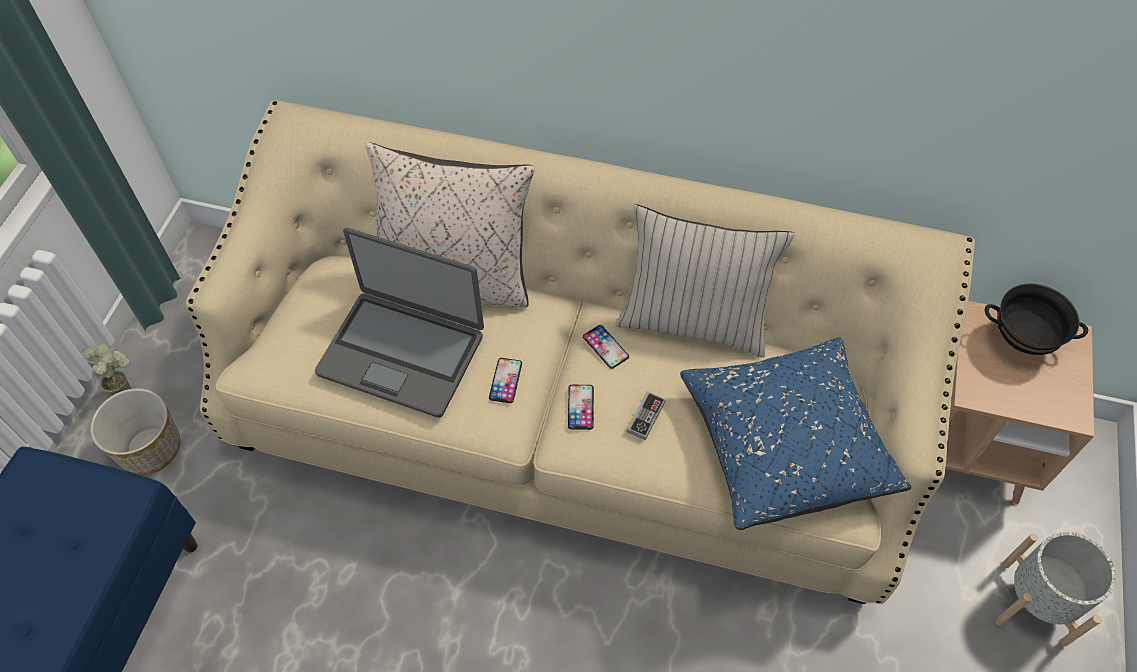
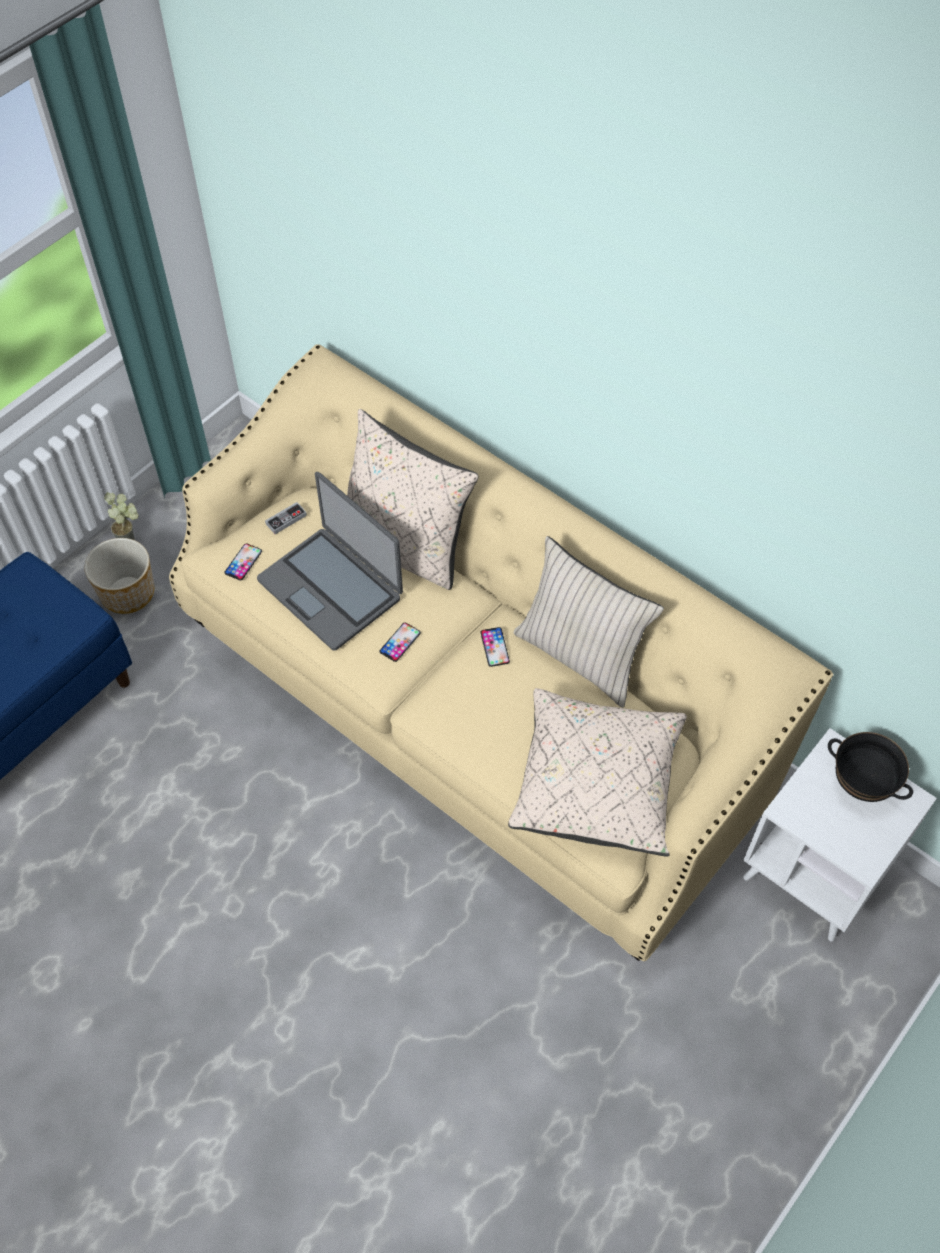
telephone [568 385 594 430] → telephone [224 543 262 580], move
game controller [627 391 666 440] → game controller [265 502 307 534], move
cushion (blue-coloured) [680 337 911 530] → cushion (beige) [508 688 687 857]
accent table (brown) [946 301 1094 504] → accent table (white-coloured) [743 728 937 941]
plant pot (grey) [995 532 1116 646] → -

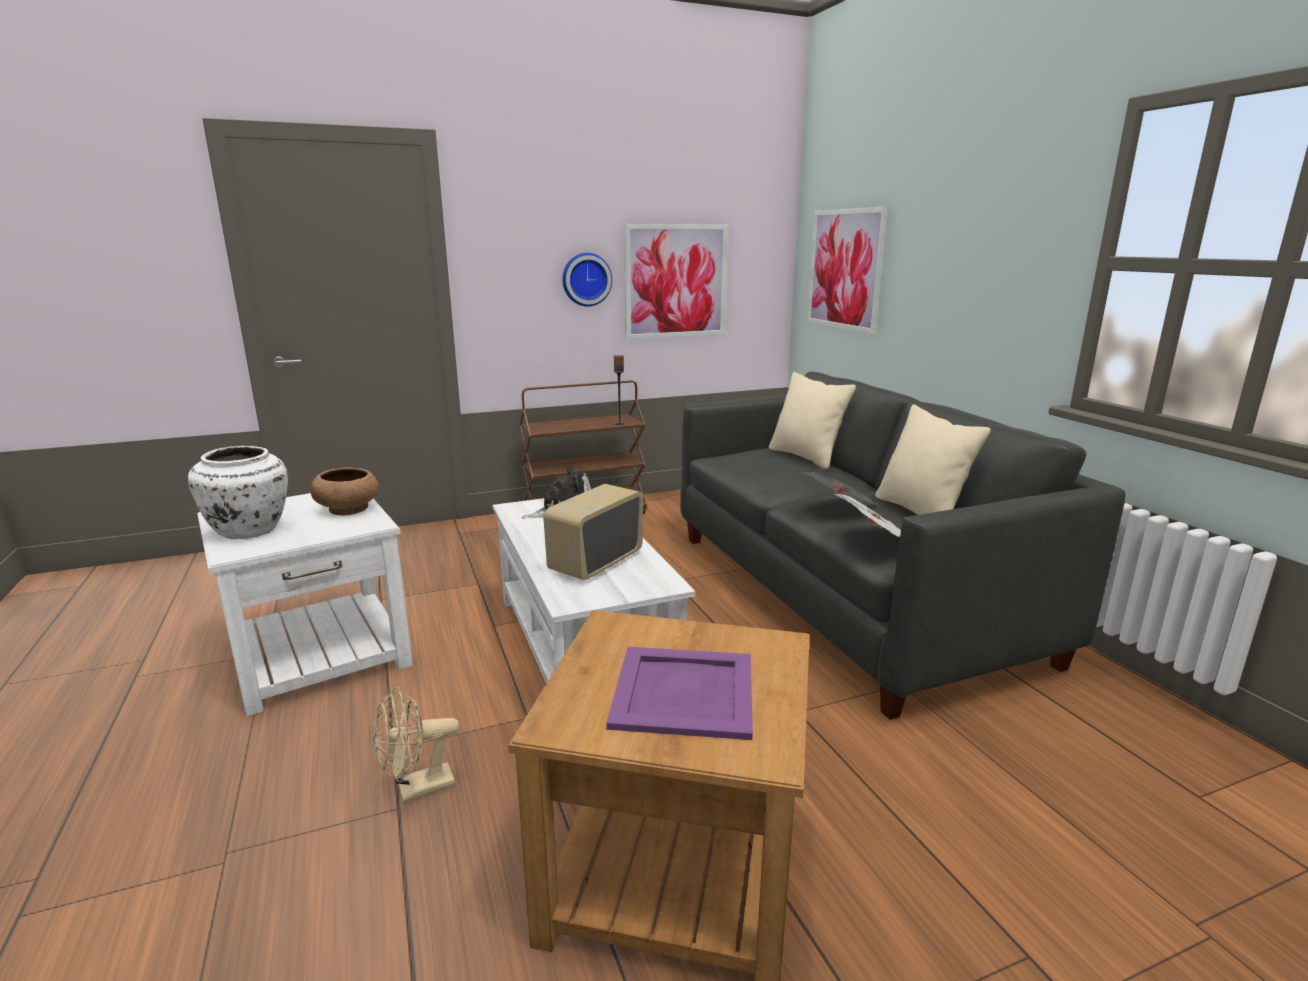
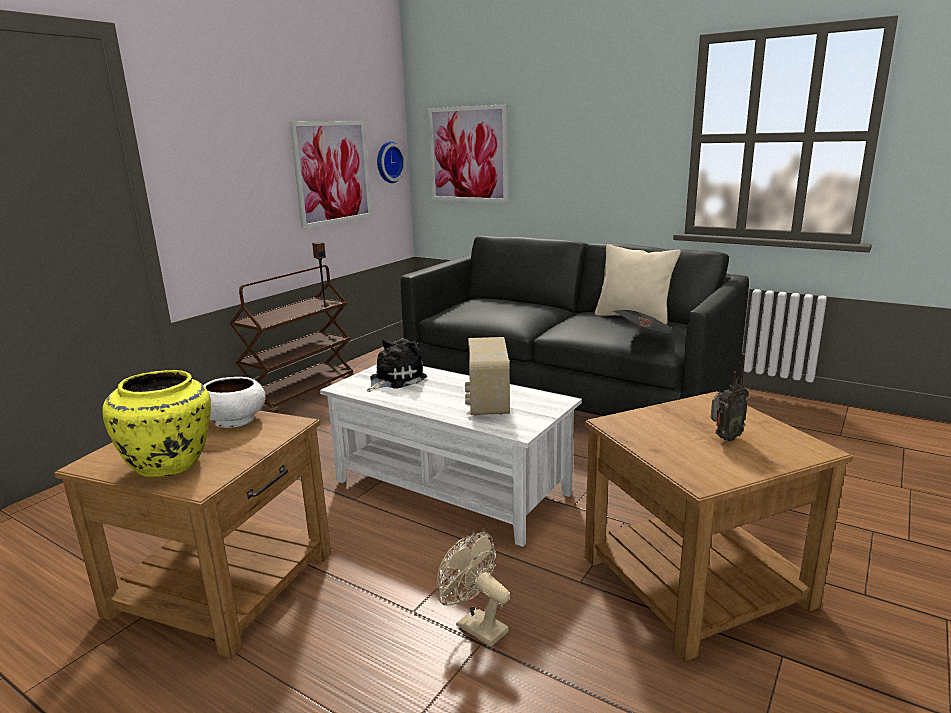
accent table (white-coloured) [197 493 413 717] → accent table (brown) [54 411 331 659]
flower vase (white-coloured) [188 446 288 539] → flower vase (yellowish) [102 370 211 477]
deep dish (brown) [310 467 379 515] → deep dish (white-coloured) [203 377 266 428]
wall clock [562 253 612 307] → wall clock [377 141 406 183], move
cooling fan (beige) [373 687 459 803] → cooling fan (beige) [437 532 510 647], 105 degrees clockwise
tray (purple) [606 647 753 740] → radio set [711 353 749 441]
cushion (beige) [769 372 856 469] → -
newspaper [801 472 875 504] → -

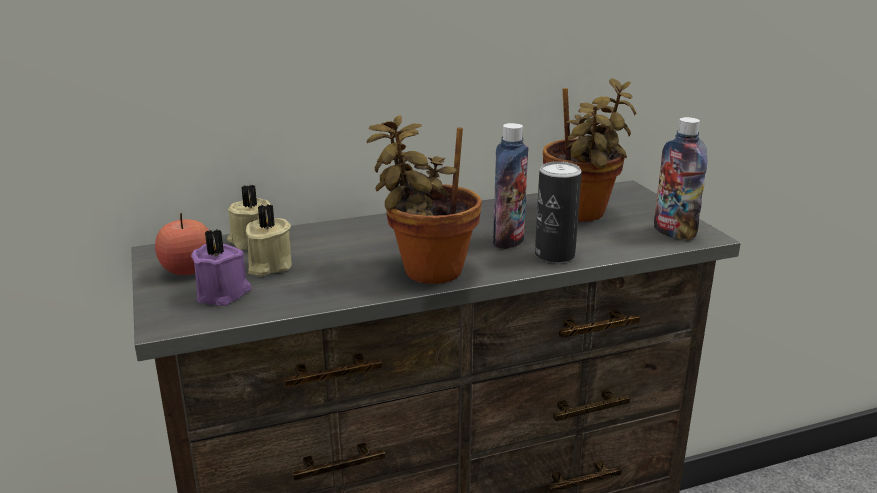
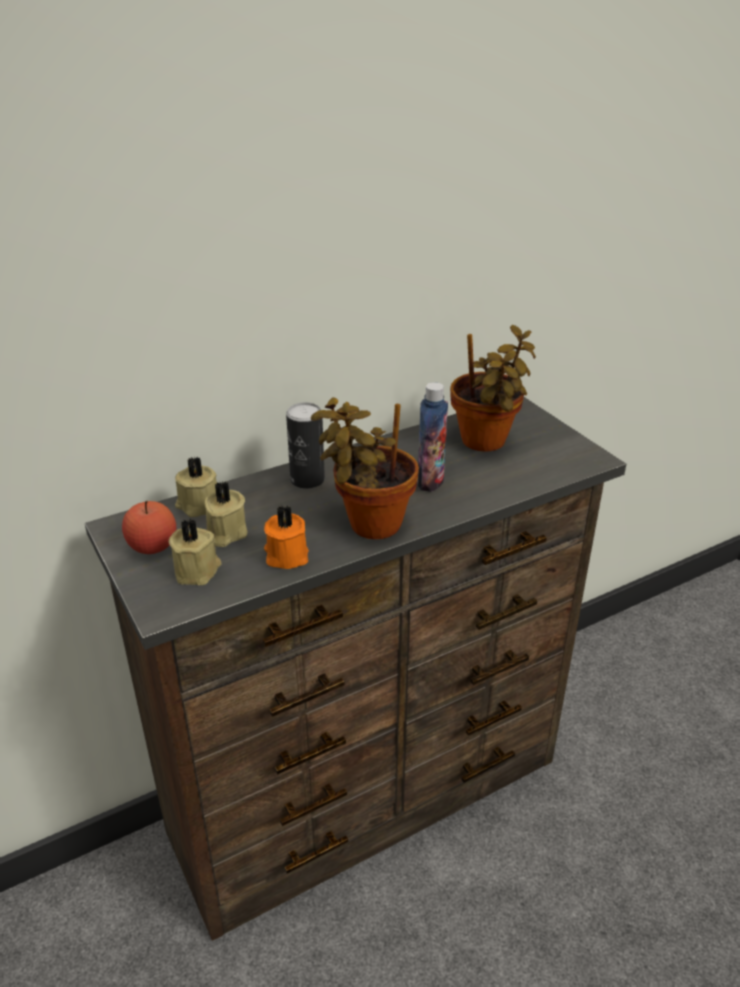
candle (purple) [191 229 251 306] → candle (beige) [169 518 222 585]
- → candle (orangey) [264 505 309 569]
metal can [535 161 582 263] → metal can [286 402 325 489], move
drink bottle [654 117 708 240] → -

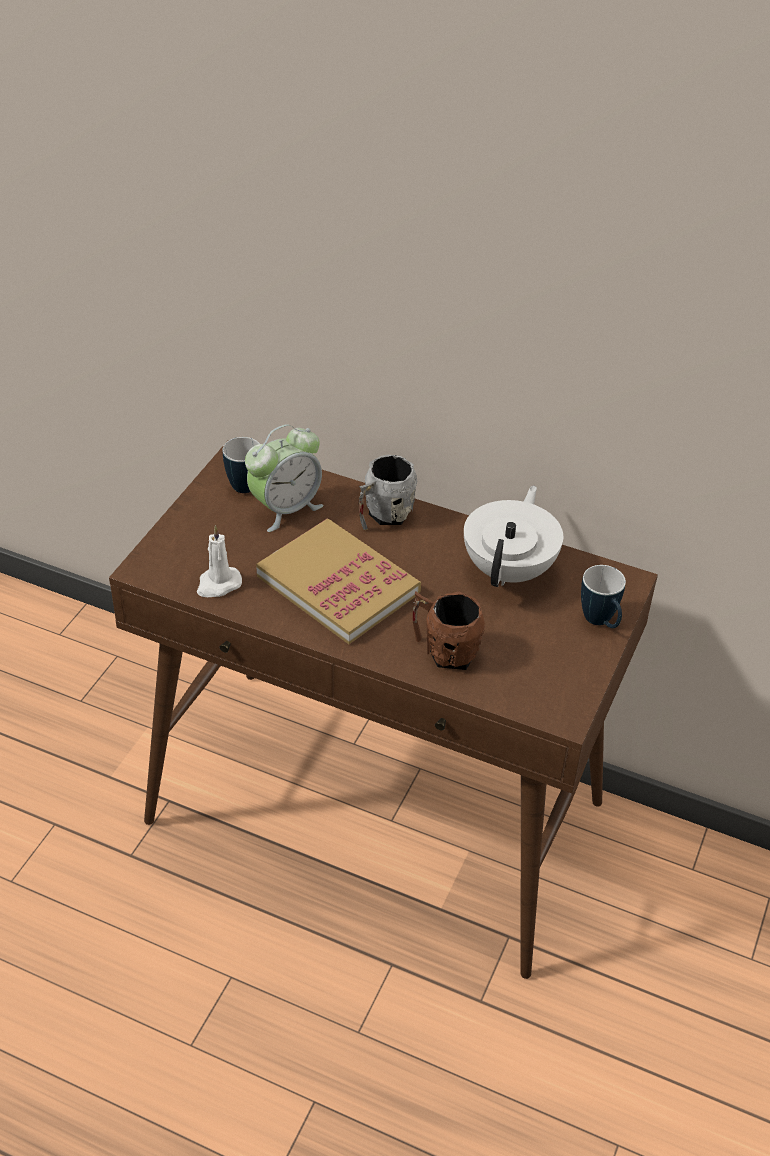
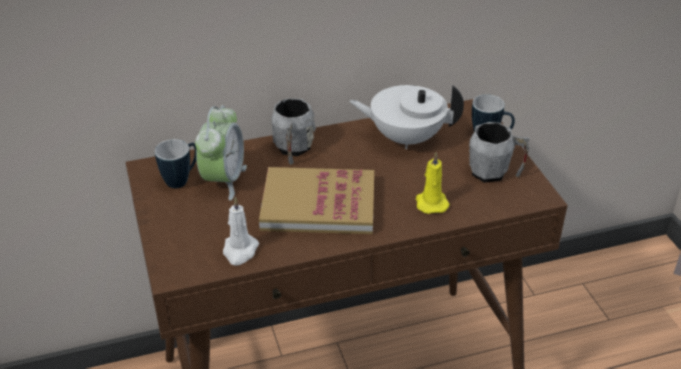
pot for tea (white-coloured) [464 486 563 587] → pot for tea (white-coloured) [349 85 464 149], 60 degrees counterclockwise
mug (brown) [413 591 485 670] → candle (yellowish) [416 152 450 214]
- → mug (grey) [469 122 530 183]

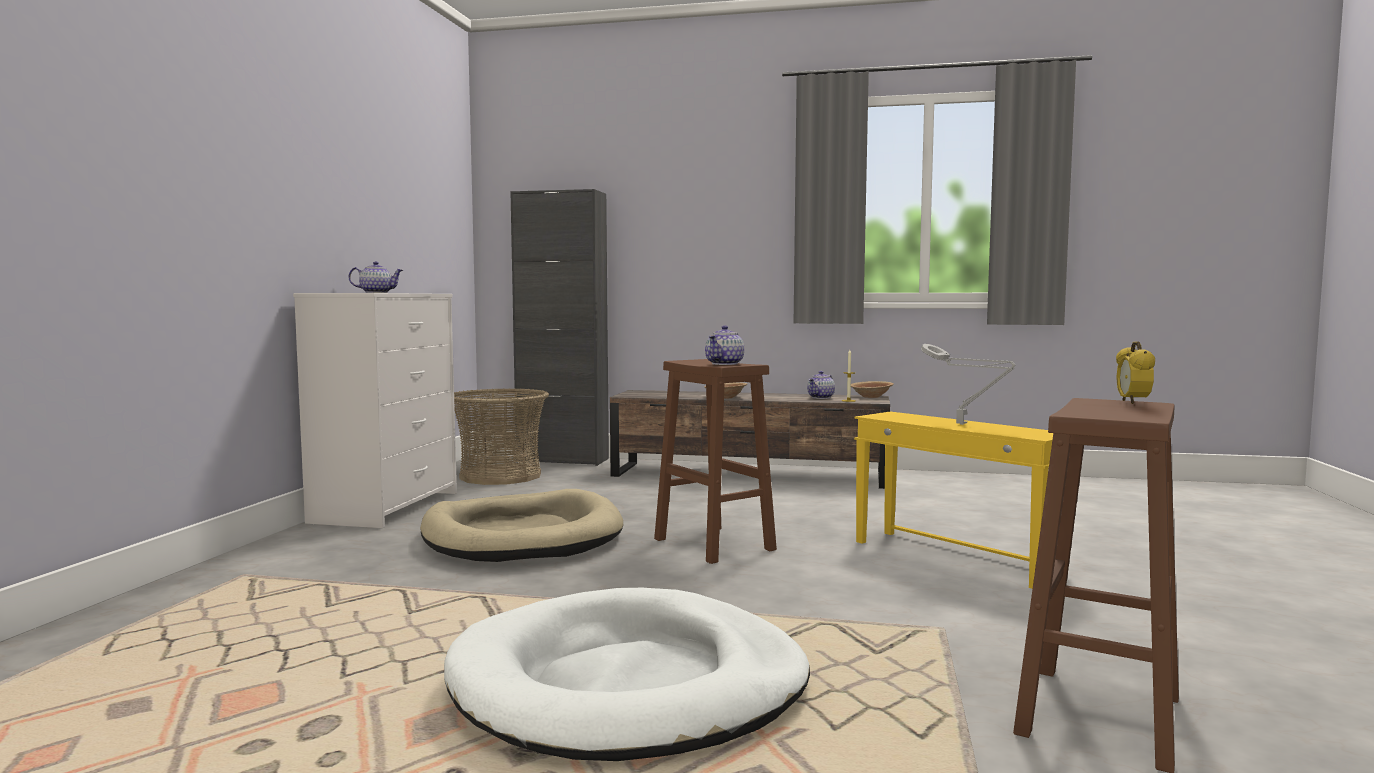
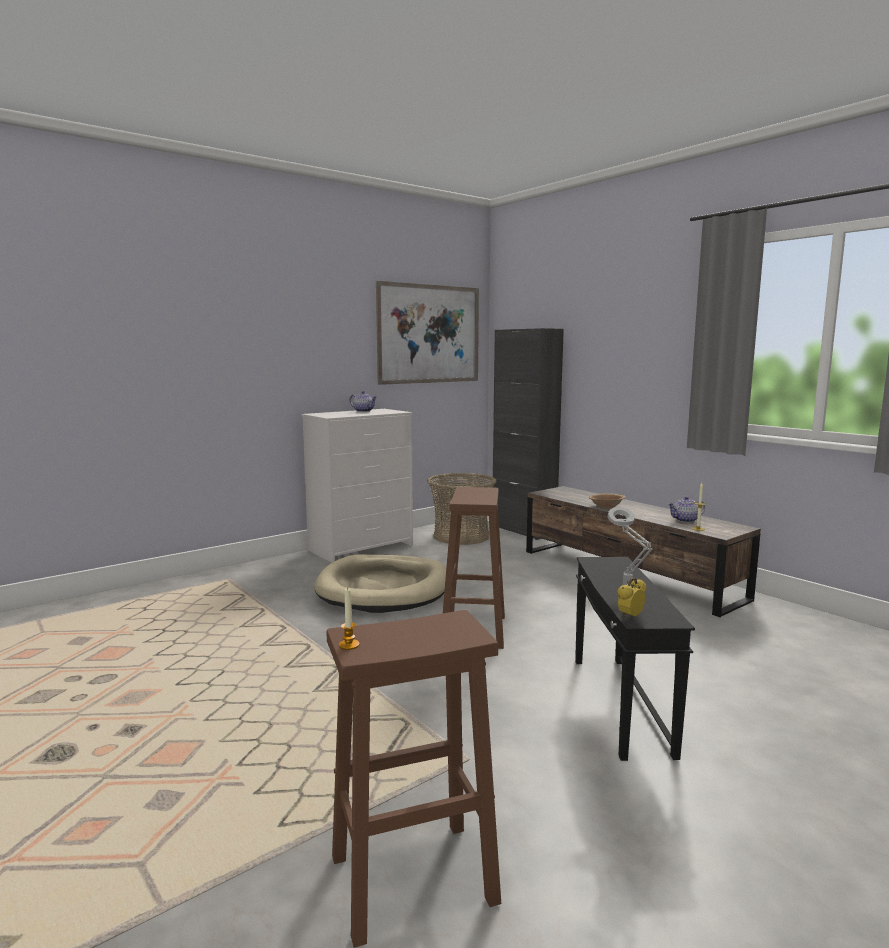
- → candle [339 587 359 650]
- → picture [376 281 479 385]
accent table (yellowish) [854 412 1053 589] → accent table (black-coloured) [575 557 695 761]
table clock [1116 342 1155 404] → table clock [617 578 646 618], move
dog bed (white-coloured) [444 588 810 761] → -
pot for tea [705 325 744 365] → -
deep dish (brown) [851 381 894 398] → -

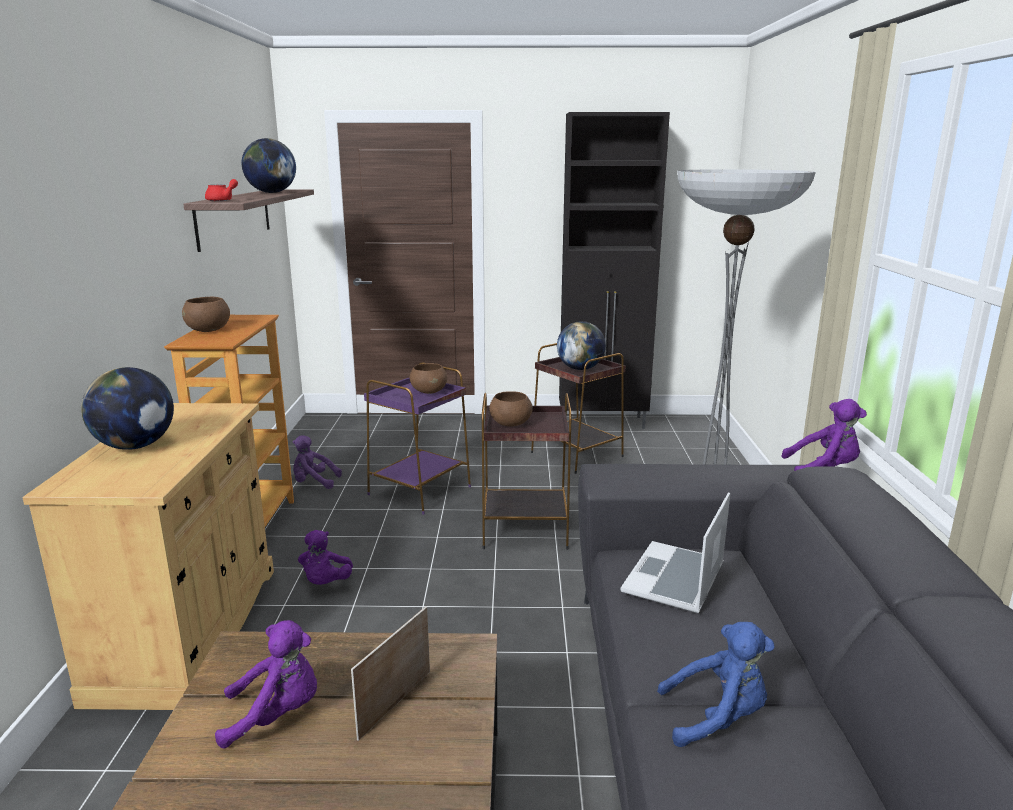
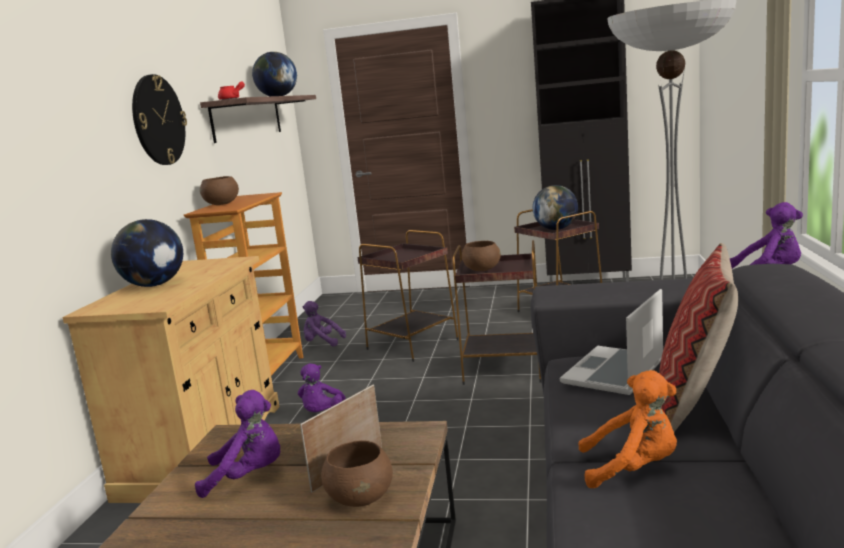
- → wall clock [132 74 187 165]
deep dish (brown) [410 363 447 394] → deep dish (brown) [321 440 393 507], move
accent table (purple) [364 362 471 515] → accent table (brown) [357 230 459 362]
plush toy (blue-coloured) [657 622 774 747] → plush toy (orangey) [578 370 677 488]
- → cushion [659 243 738 432]

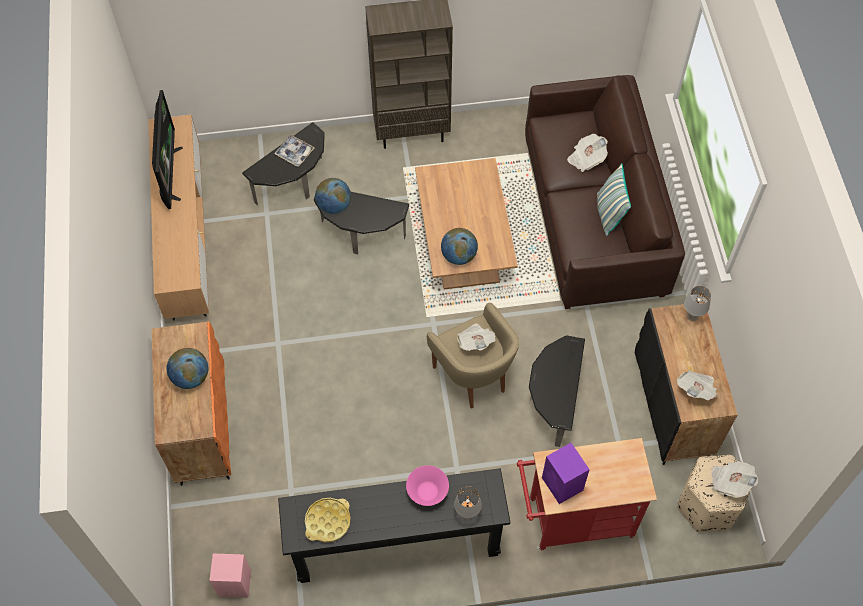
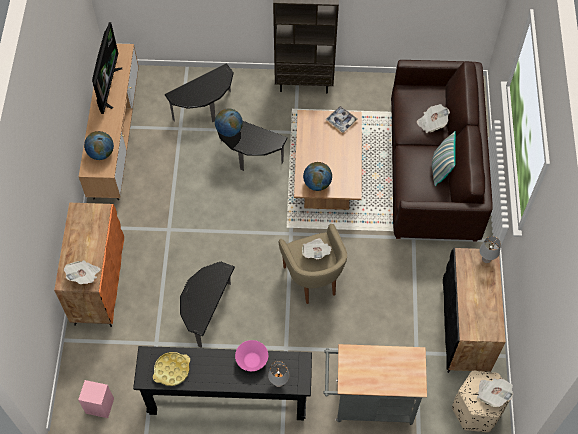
newspaper [677 370 717 400] → newspaper [64 260 101 284], move
world globe [167 348 208 389] → world globe [84 131 114 160], move
accent table [529 335 585 447] → accent table [180 262 235 348], move
wheeled cart (red) [517 438 657 550] → wheeled cart (grey) [323 344 427 425]
tray [274 135 315 167] → tray [325 106 358 133], move
speaker (purple) [542 443 590 504] → -

